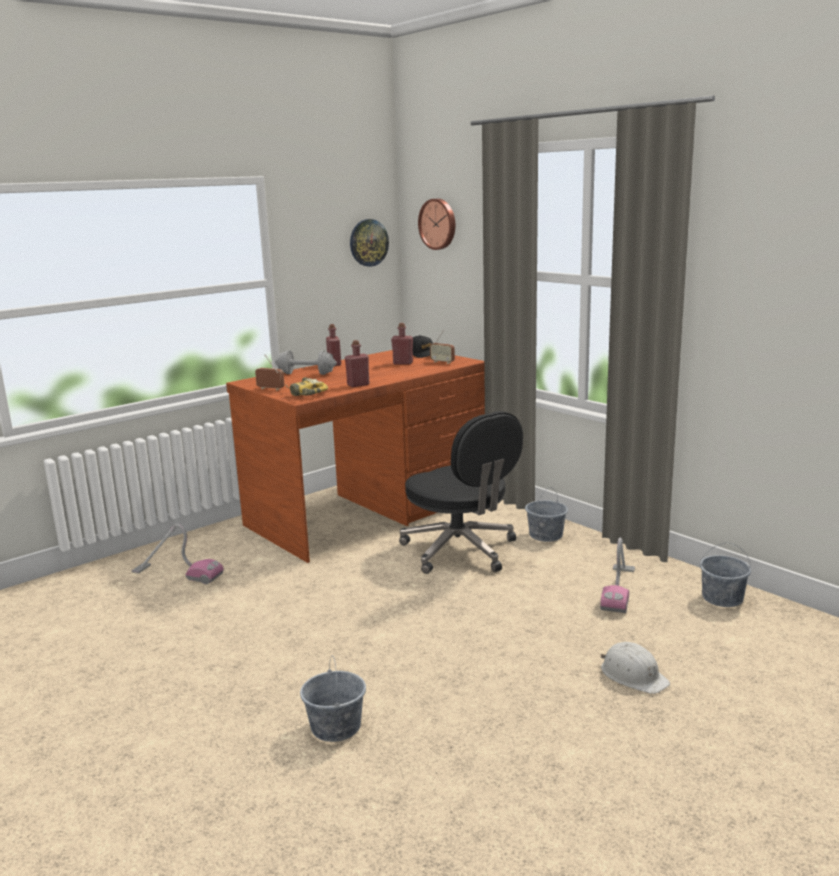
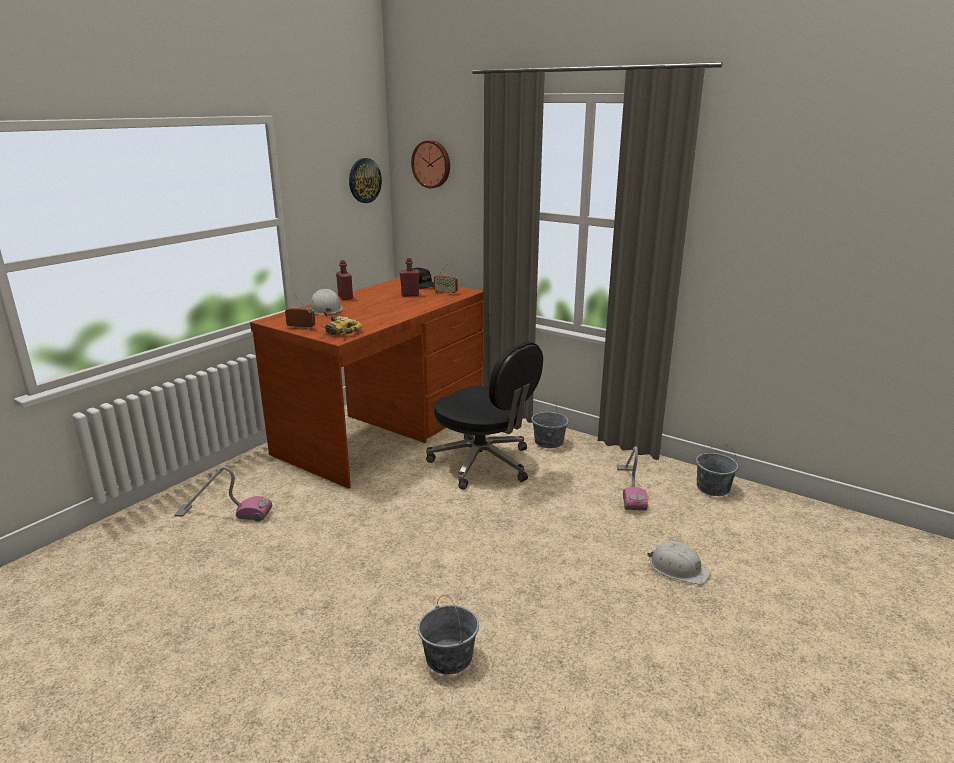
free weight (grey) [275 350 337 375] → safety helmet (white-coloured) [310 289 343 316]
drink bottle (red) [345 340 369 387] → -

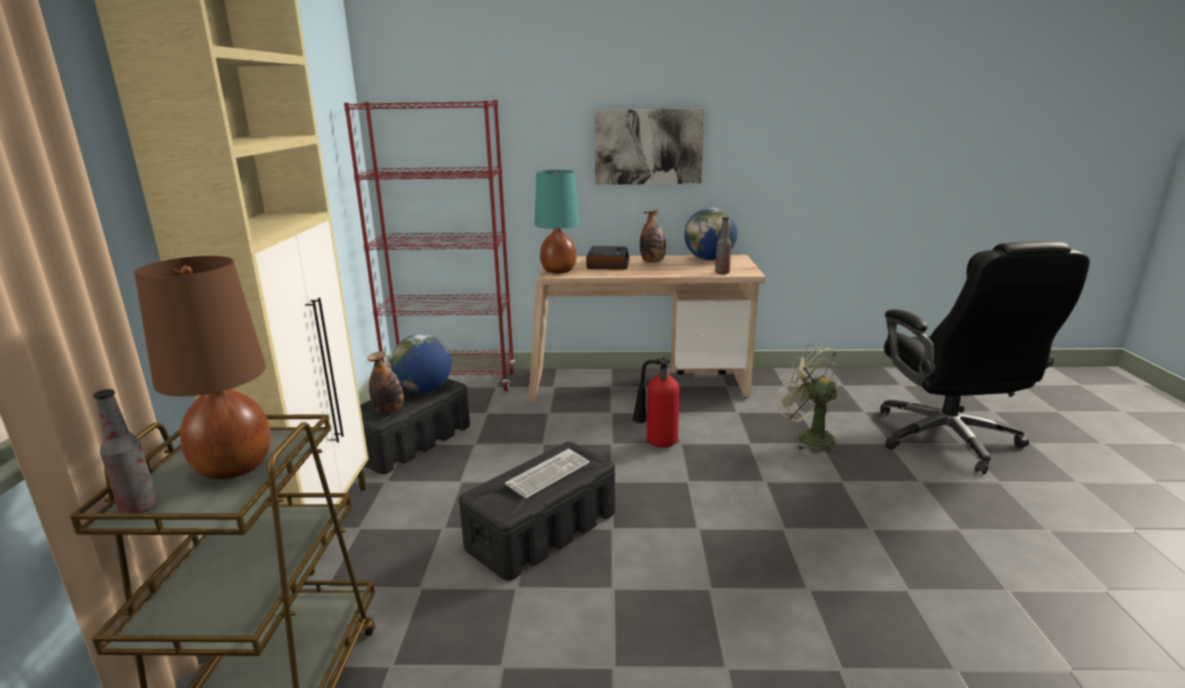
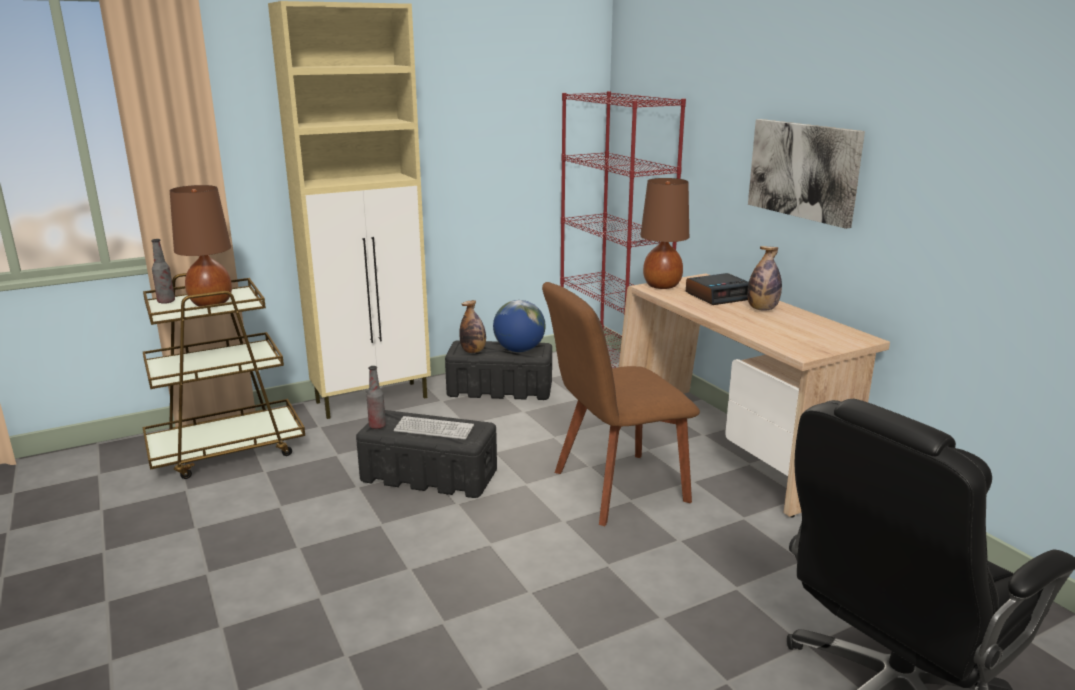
drink bottle [715 217 731 274] → drink bottle [366 366 386 429], move
extinguisher [632 357 680 448] → plain chair (brown) [542 282 700 526]
lamp for a table (turquoise) [534 170 580 274] → lamp for a table (brown) [640 178 689 289]
world globe [684 208 737 260] → -
cooling fan (greenish) [776 344 840 454] → -

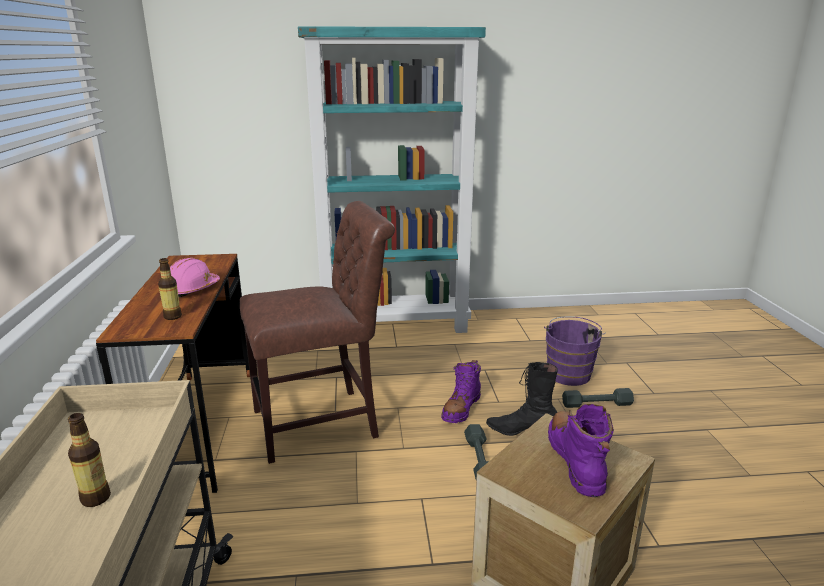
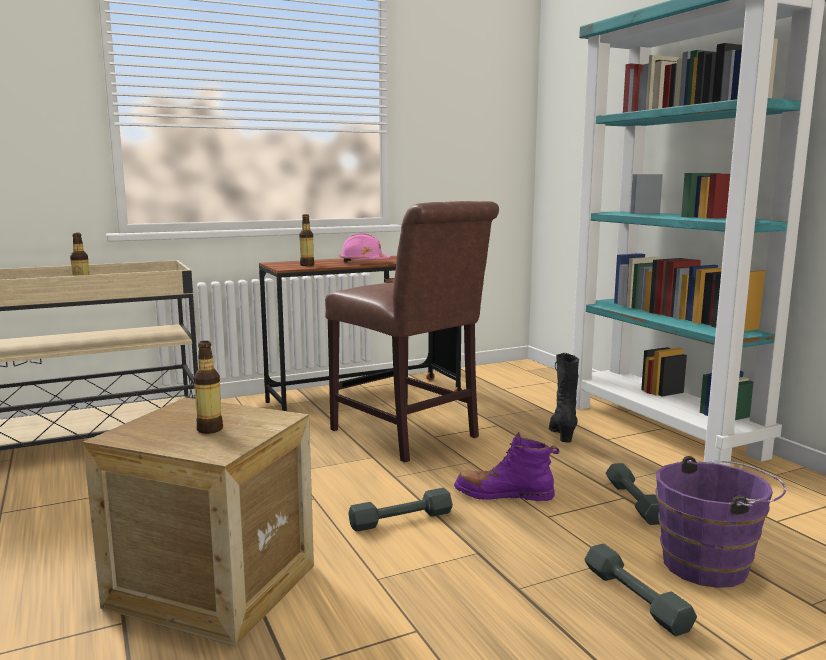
boot (purple) [548 404 614 497] → drink bottle [194 341 223 434]
boot (black-coloured) [486 362 558 436] → boot (black-coloured) [549 353 579 443], move
- → free weight (grey) [606 463 660 525]

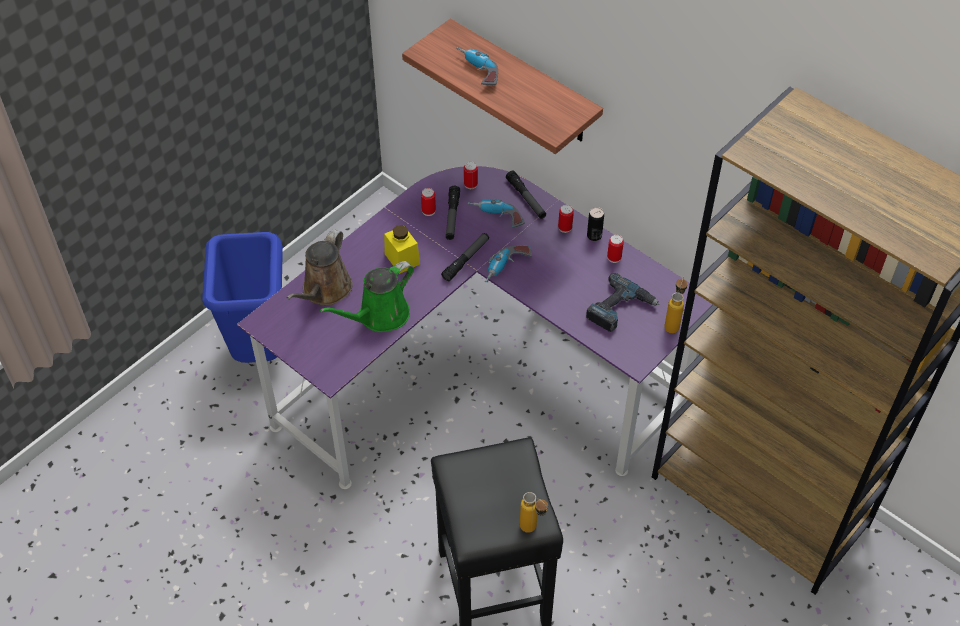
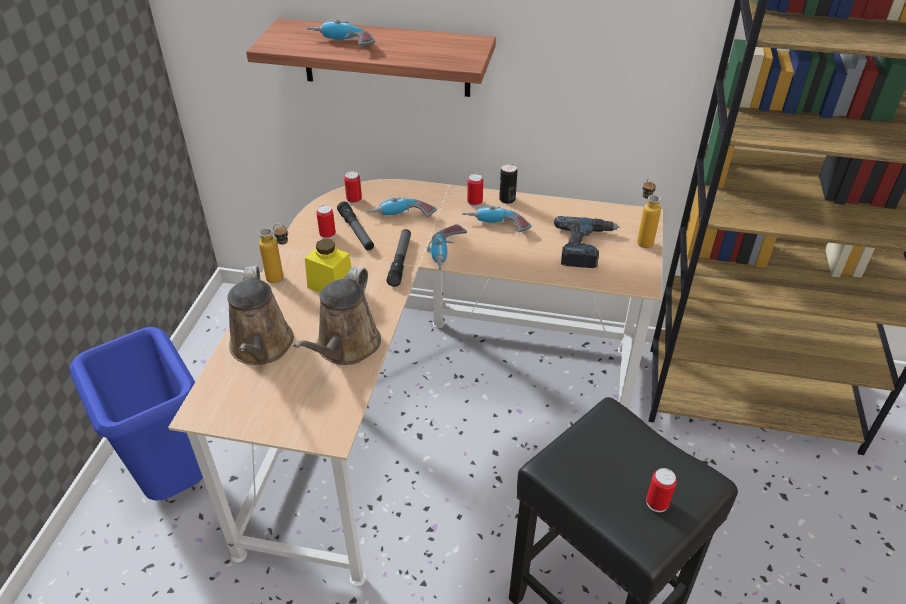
desk unit (purple) [237 166 713 489] → desk unit (beige) [168 179 663 586]
drink bottle [520 492 548 533] → drink bottle [259 224 288 283], move
sprinkling can (greenish) [320 261 414 332] → sprinkling can (brown) [293 266 381 365]
- → electric drill [462 206 532 232]
metal can [607 235 624 263] → metal can [646 468 677 512], move
hand torch [506 171 546 219] → -

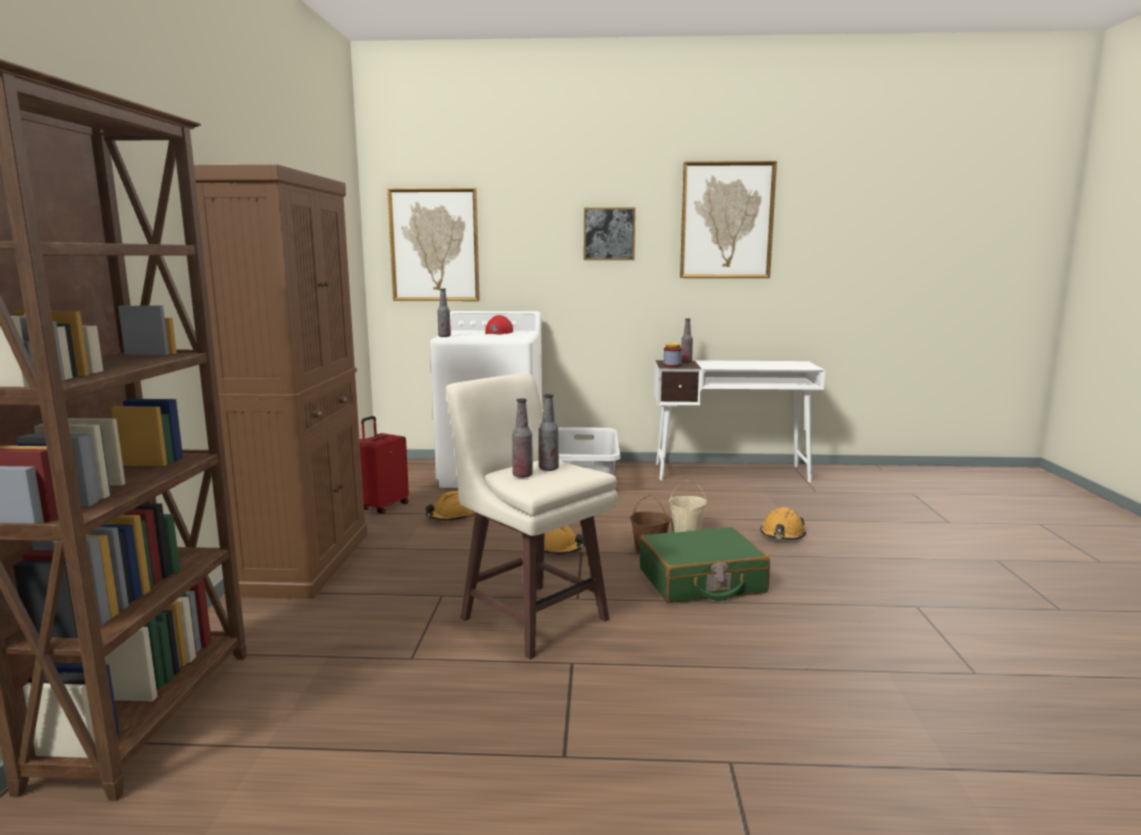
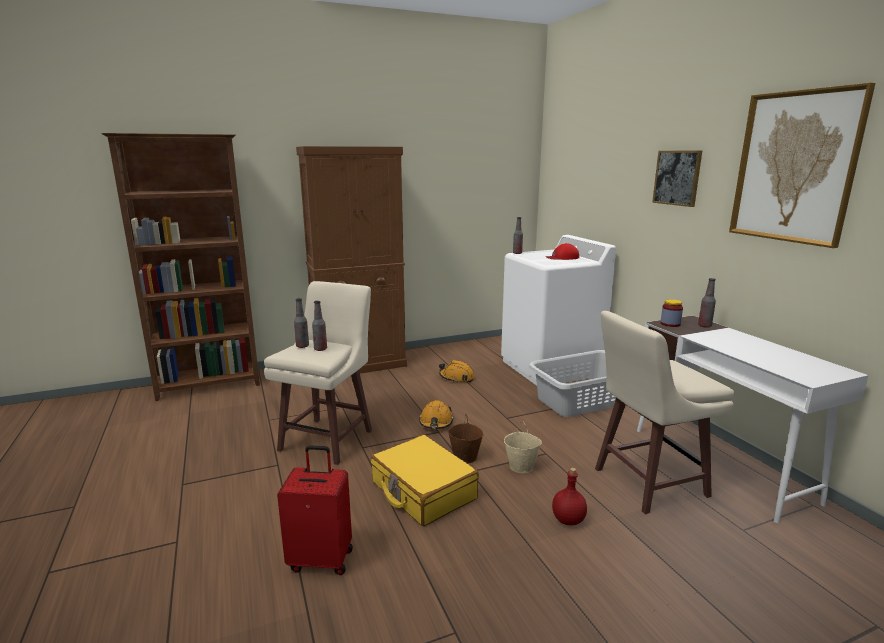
piece of luggage (red) [359 416 409 514] → piece of luggage (red) [277 445 353 575], move
piece of luggage (greenish) [639 527 770 603] → piece of luggage (yellowish) [371 435 479 526]
safety helmet (orangey) [760 507 806 540] → drink bottle (red) [552 468 587 525]
- → stool (beige) [595 311 735 514]
picture [387 188 480 301] → -

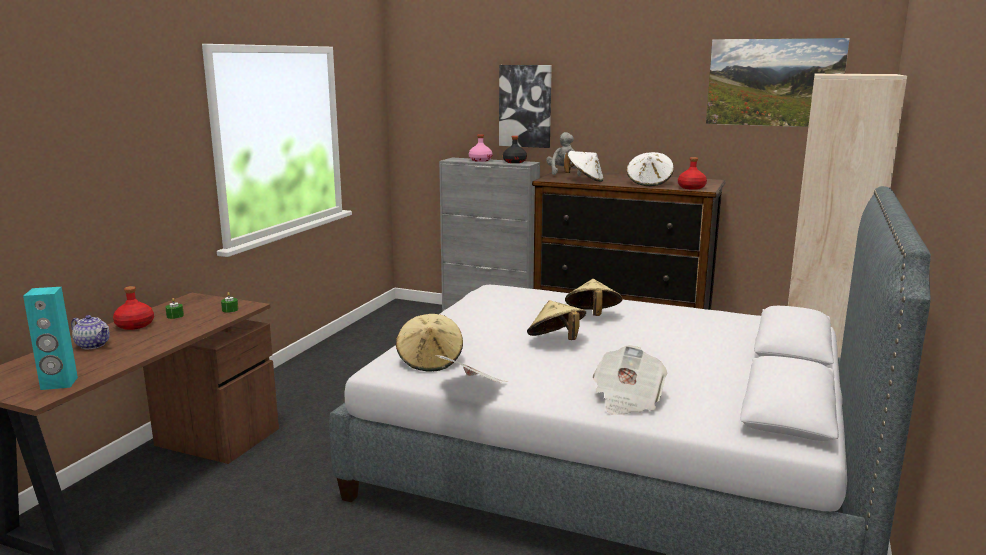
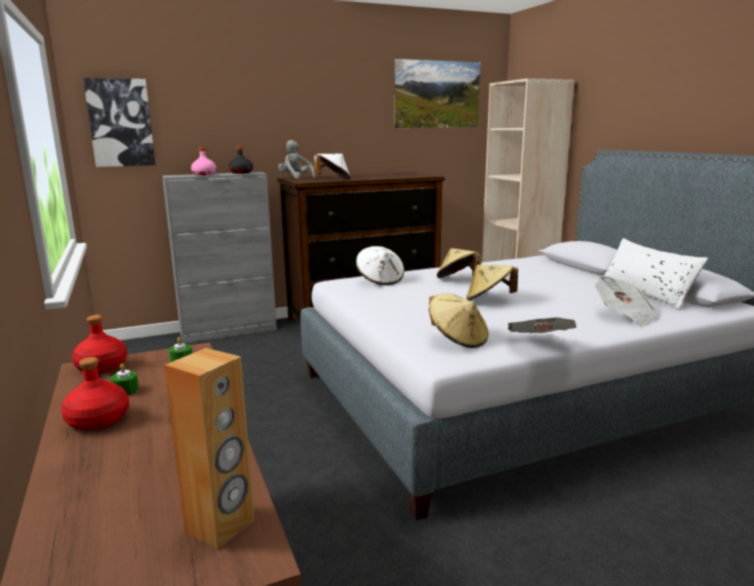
drink bottle (red) [678 157 707 190] → drink bottle (red) [72 315 127 374], move
picture [499 65 552 148] → picture [83 78 156 167], move
speaker (turquoise) [23 287 78 390] → speaker (brown) [164 348 254 550]
hat (white-coloured) [626 152 674 186] → hat (white-coloured) [356 246 404 285], move
- → cushion (white-coloured) [604 238 708 310]
pot for tea [71 315 110 349] → -

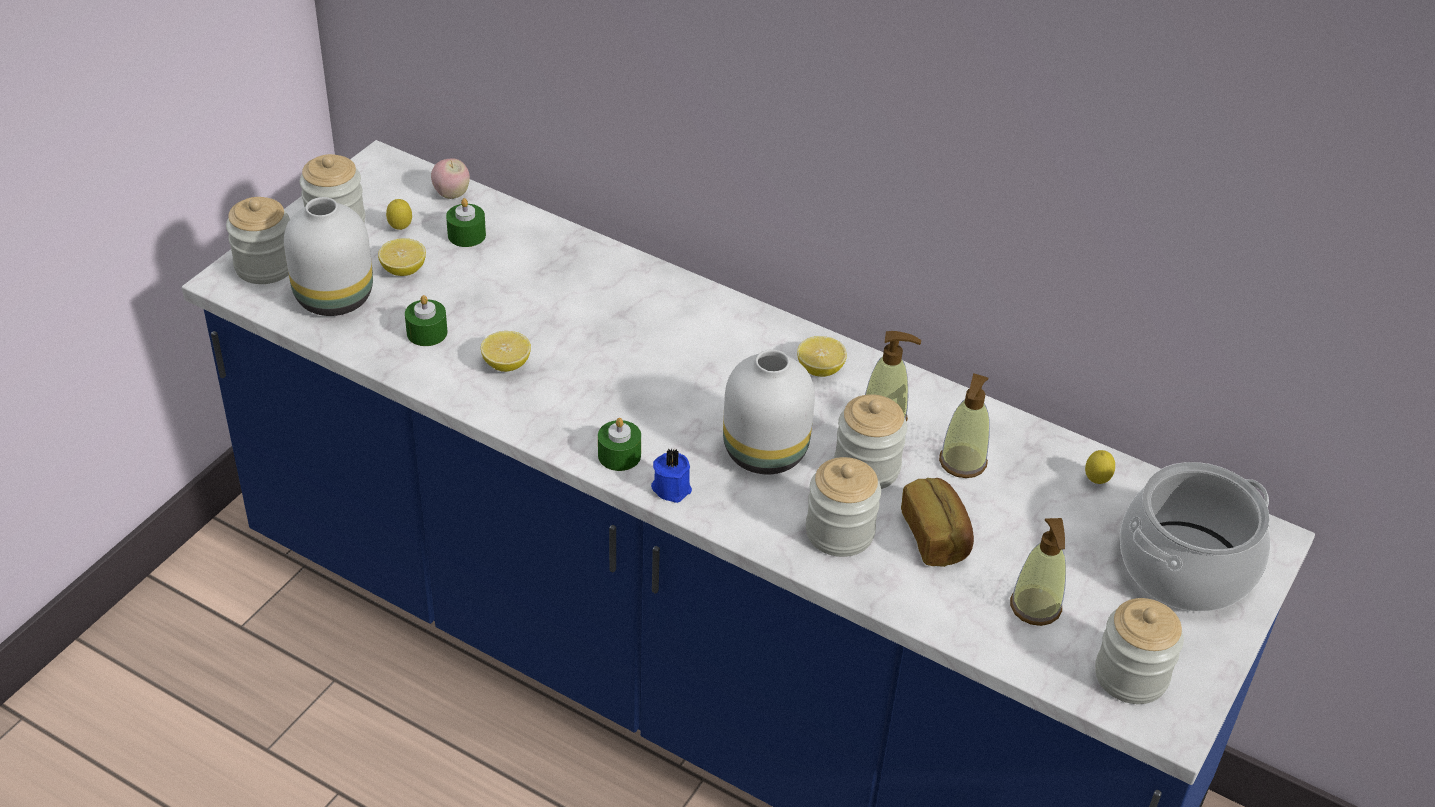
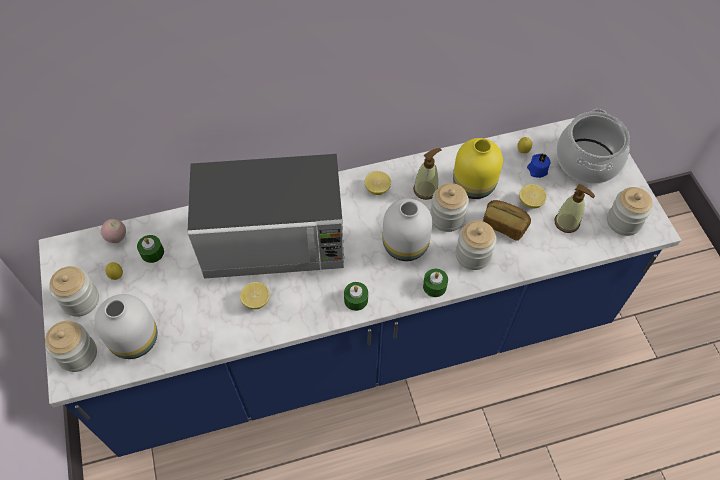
- → microwave oven [187 154 344 279]
candle (greenish) [405 295 447 346] → candle (greenish) [423 269 448 297], move
soap dispenser [939 373 990 478] → flower vase (yellowish) [453 138 503 199]
citrus fruit [378 238 426 276] → citrus fruit [519 184 547 209], move
candle (blue-coloured) [651 449 692 503] → candle (blue-coloured) [527 153 551 178], move

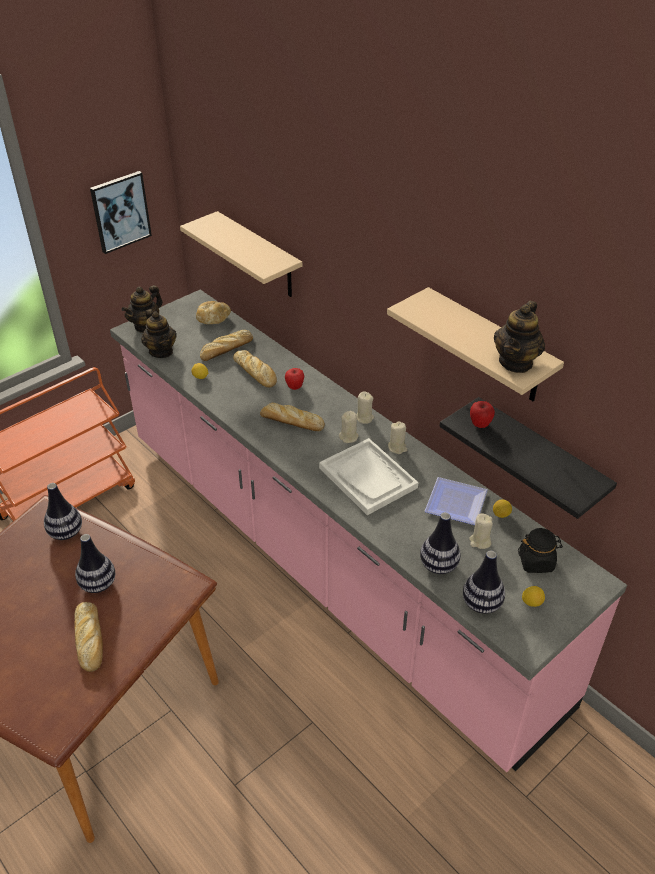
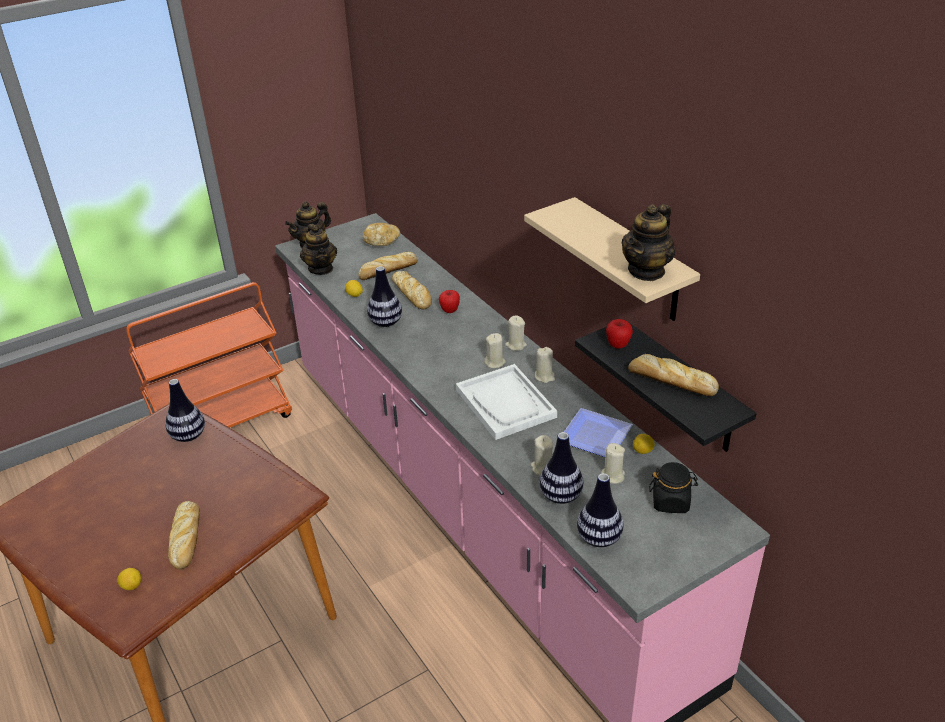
citrus fruit [522 586 545 607] → citrus fruit [117 568 141 590], move
flower vase [75 534 115 593] → flower vase [367 266 402 327], move
- → candle (beige) [531 435 553 476]
baked bread [260 403 325 431] → baked bread [628 354 719 396], move
picture [90 171 152 254] → -
wall shelf (beige) [180 211 302 297] → -

